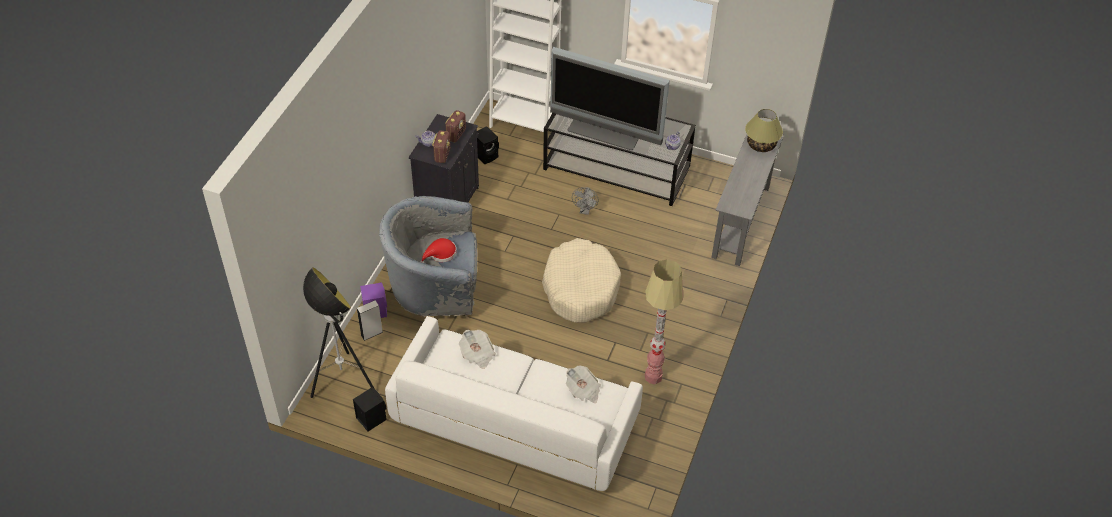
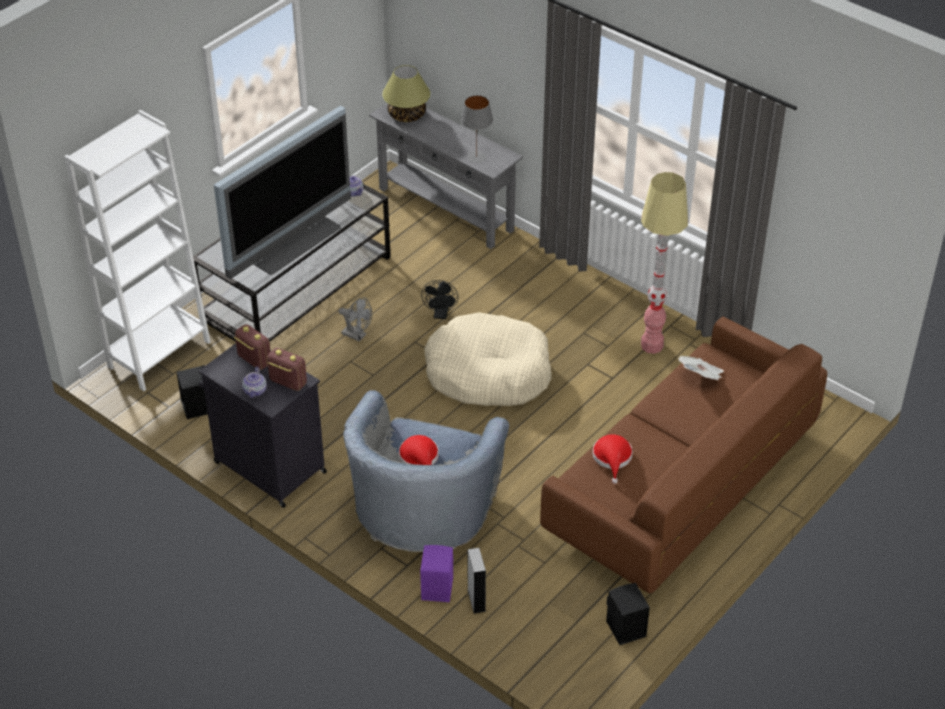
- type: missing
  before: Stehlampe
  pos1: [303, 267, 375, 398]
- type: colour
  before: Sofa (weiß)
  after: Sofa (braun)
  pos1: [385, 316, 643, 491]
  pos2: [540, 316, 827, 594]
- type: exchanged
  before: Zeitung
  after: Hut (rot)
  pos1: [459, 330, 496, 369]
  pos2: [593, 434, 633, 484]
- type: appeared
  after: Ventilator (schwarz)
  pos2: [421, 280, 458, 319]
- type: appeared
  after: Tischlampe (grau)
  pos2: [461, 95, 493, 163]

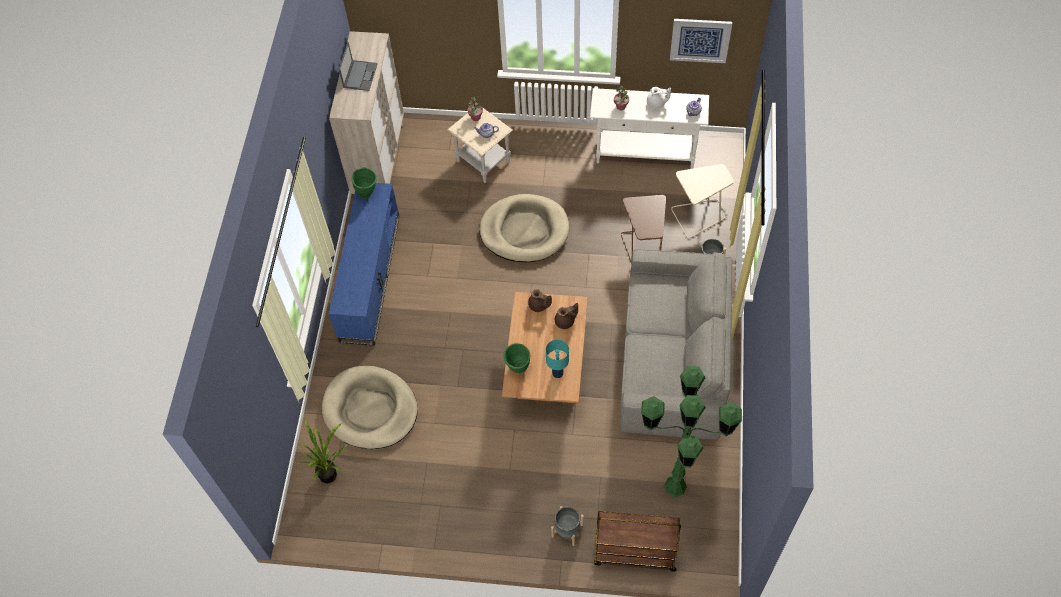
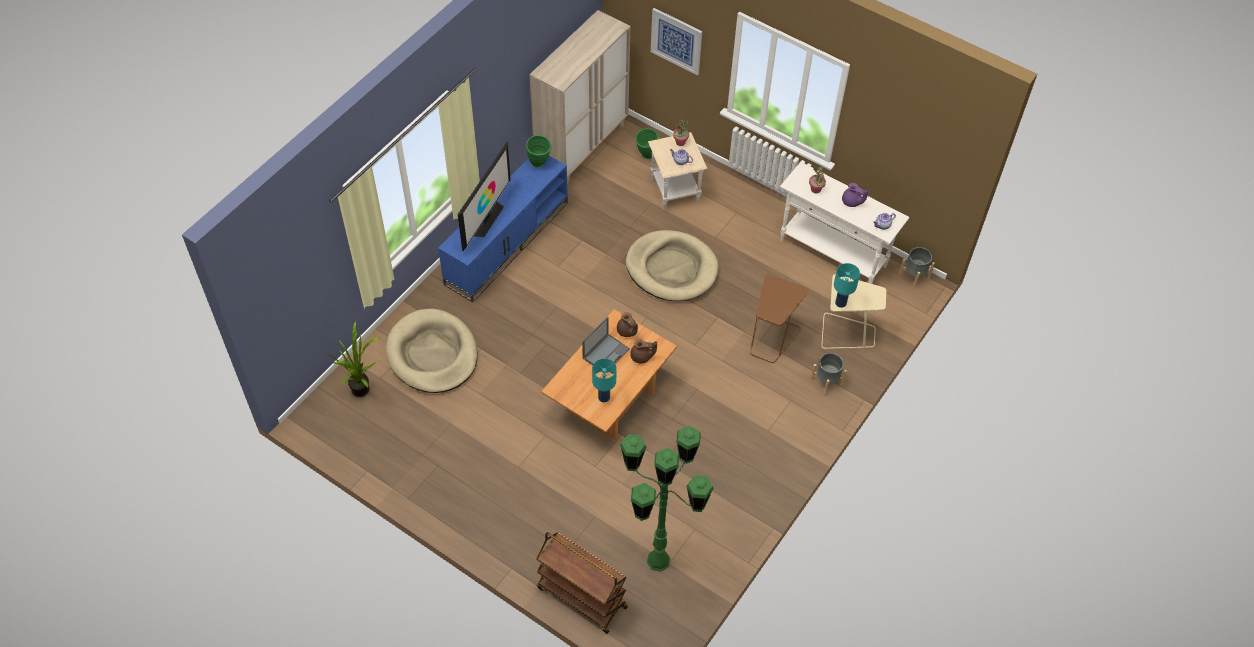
- type: relocated
  before: Laptop
  pos1: [339, 42, 378, 91]
  pos2: [582, 317, 630, 374]
- type: relocated
  before: Vase (grün)
  pos1: [504, 343, 530, 373]
  pos2: [635, 128, 658, 159]
- type: relocated
  before: Pflanzkübel (grau)
  pos1: [551, 506, 584, 546]
  pos2: [899, 247, 935, 288]
- type: missing
  before: Sofa (grau)
  pos1: [620, 249, 732, 440]
- type: colour
  before: Teekanne (weiß)
  after: Teekanne (lila)
  pos1: [647, 87, 671, 109]
  pos2: [842, 183, 869, 207]
- type: relocated
  before: Bild
  pos1: [670, 19, 732, 63]
  pos2: [651, 8, 702, 75]
- type: appeared
  after: Fernseher
  pos2: [458, 142, 511, 251]
- type: appeared
  after: Tischlampe (türkis)
  pos2: [834, 263, 860, 308]

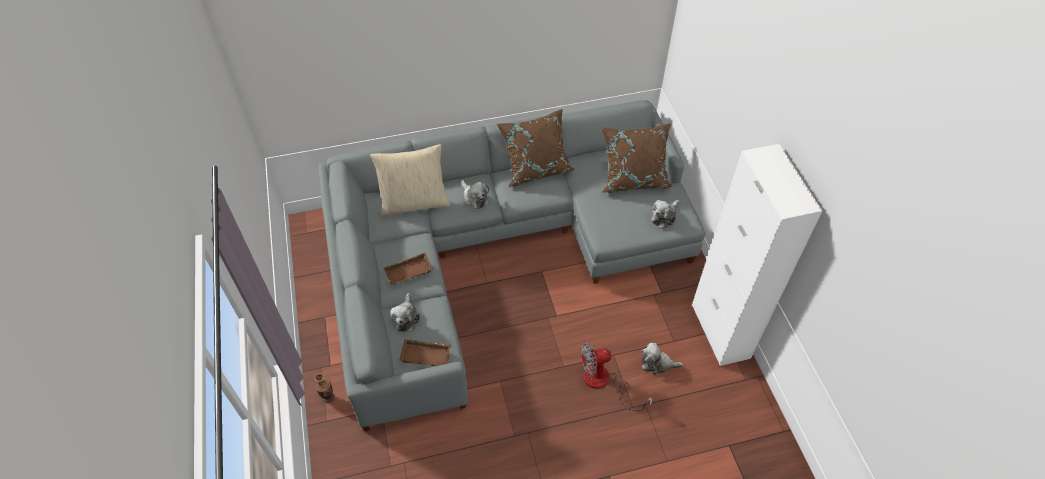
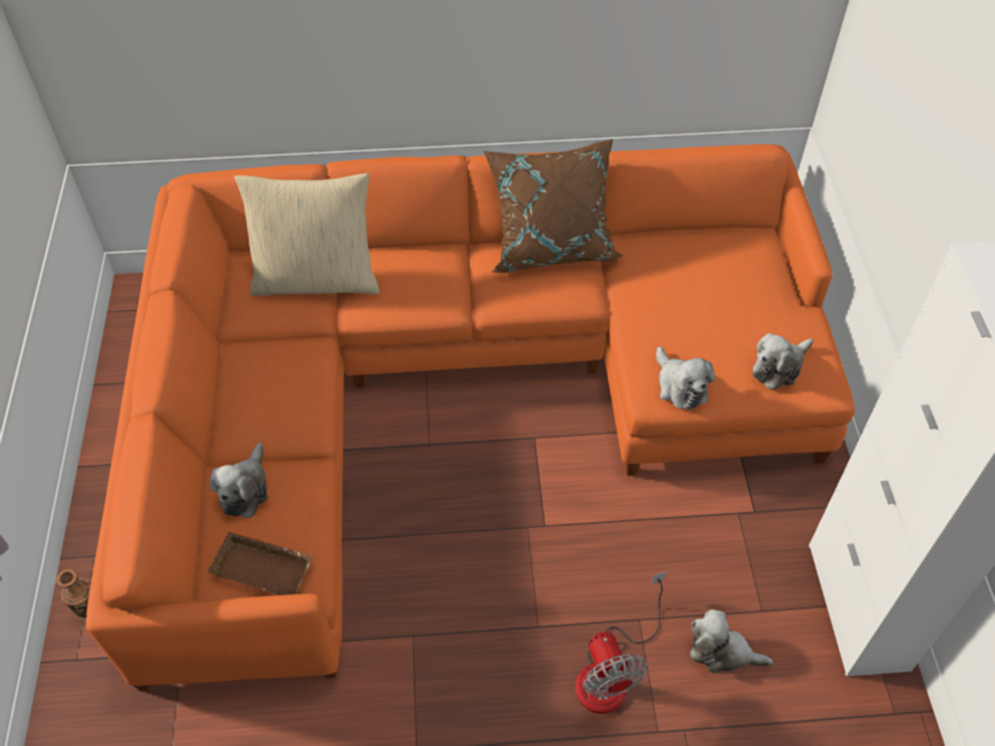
- type: colour
  before: Sofa (grau)
  after: Sofa (orange)
  pos1: [318, 100, 705, 431]
  pos2: [86, 144, 855, 692]
- type: missing
  before: Tablett (braun)
  pos1: [384, 252, 433, 285]
- type: relocated
  before: Plüschtier
  pos1: [462, 180, 489, 209]
  pos2: [656, 347, 715, 410]
- type: spun
  before: Ventilator
  pos1: [581, 343, 653, 411]
  pos2: [575, 571, 666, 714]
  turn: -105
- type: missing
  before: Kissen (braun)
  pos1: [602, 123, 673, 193]

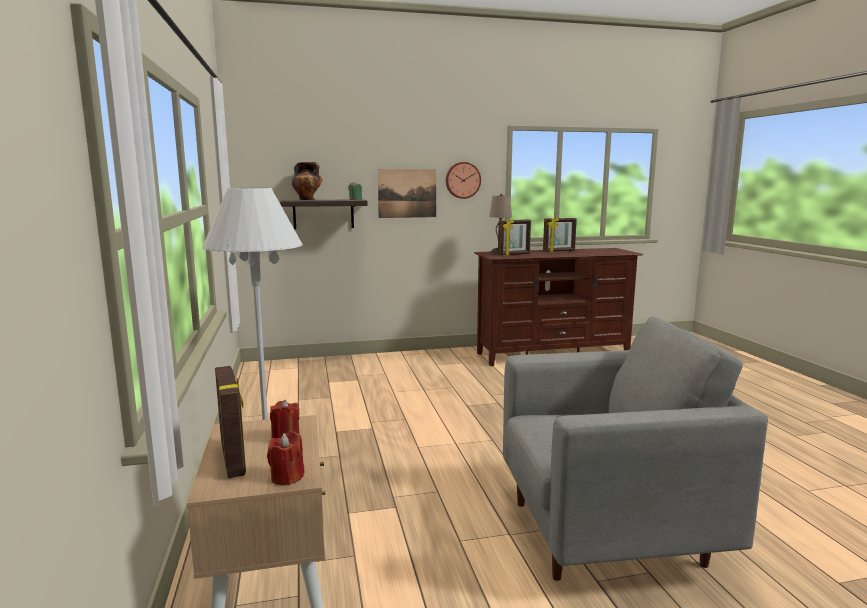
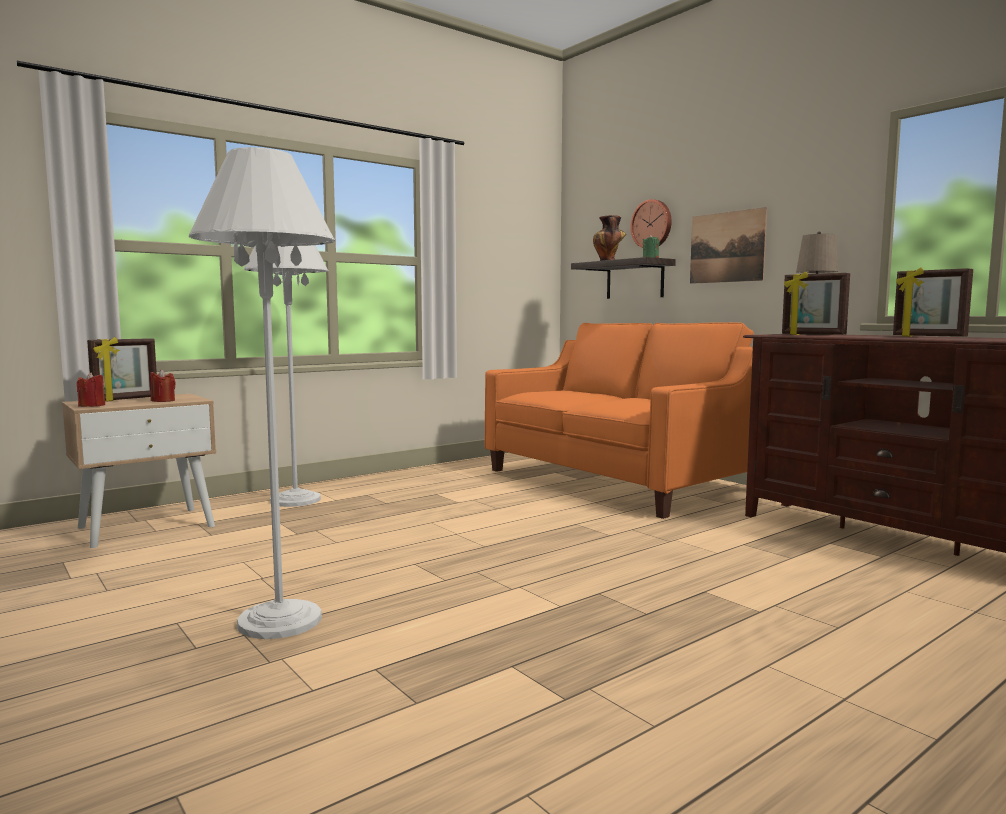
- type: relocated
  before: Wanduhr
  pos1: [446, 162, 481, 199]
  pos2: [630, 199, 672, 248]
- type: exchanged
  before: Sessel (grau)
  after: Stehlampe (weiß)
  pos1: [503, 317, 768, 581]
  pos2: [189, 147, 335, 639]
- type: appeared
  after: Sofa (orange)
  pos2: [485, 322, 754, 519]

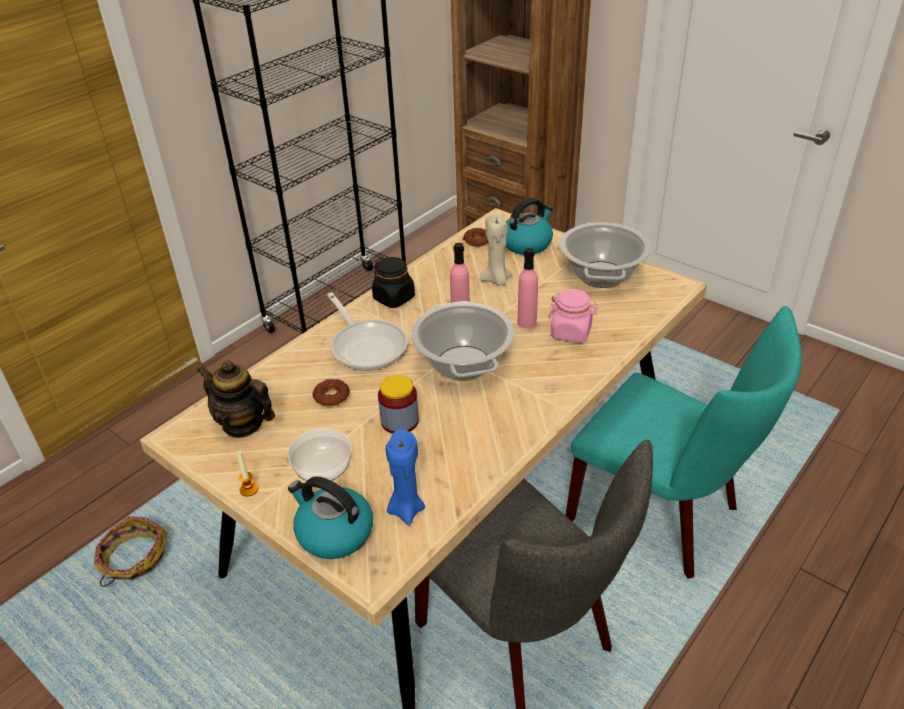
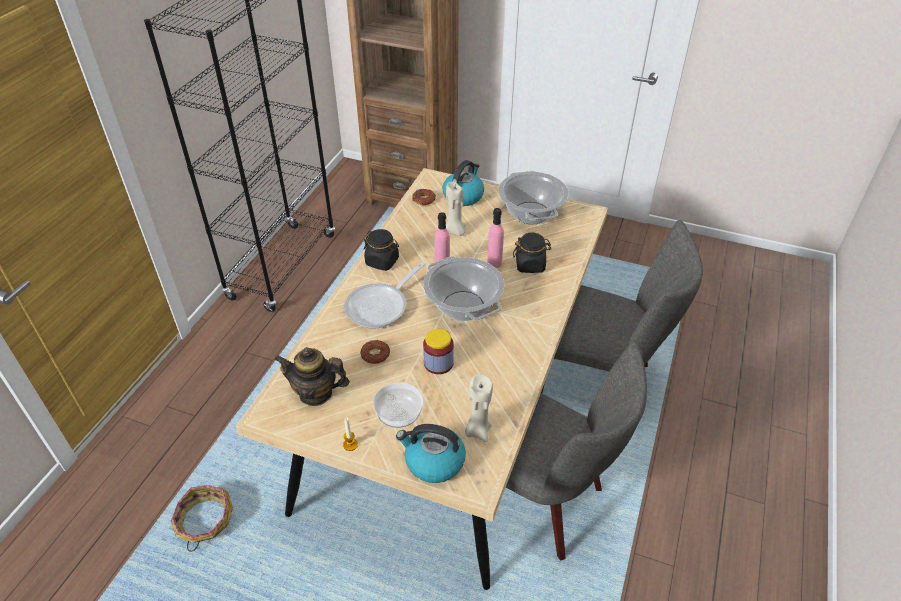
- type: spun
  before: Pfanne
  pos1: [327, 293, 408, 371]
  pos2: [344, 262, 426, 328]
  turn: 90
- type: colour
  before: Kerze (blau)
  after: Kerze (beige)
  pos1: [386, 429, 425, 526]
  pos2: [465, 374, 493, 442]
- type: colour
  before: Vorratsglas (rosa)
  after: Vorratsglas (schwarz)
  pos1: [548, 289, 598, 343]
  pos2: [513, 233, 551, 273]
- type: colour
  before: Stuhl (türkis)
  after: Stuhl (grau)
  pos1: [565, 306, 802, 579]
  pos2: [541, 220, 703, 393]

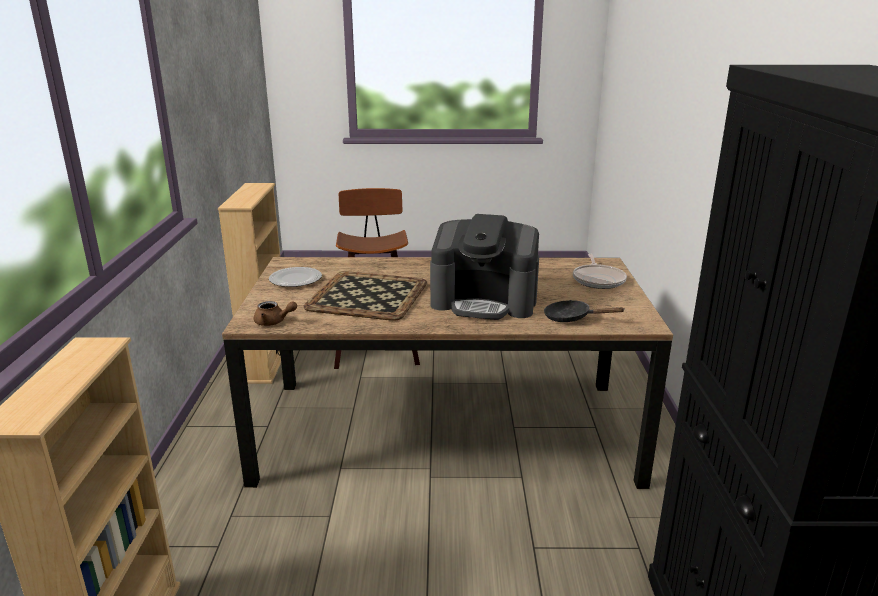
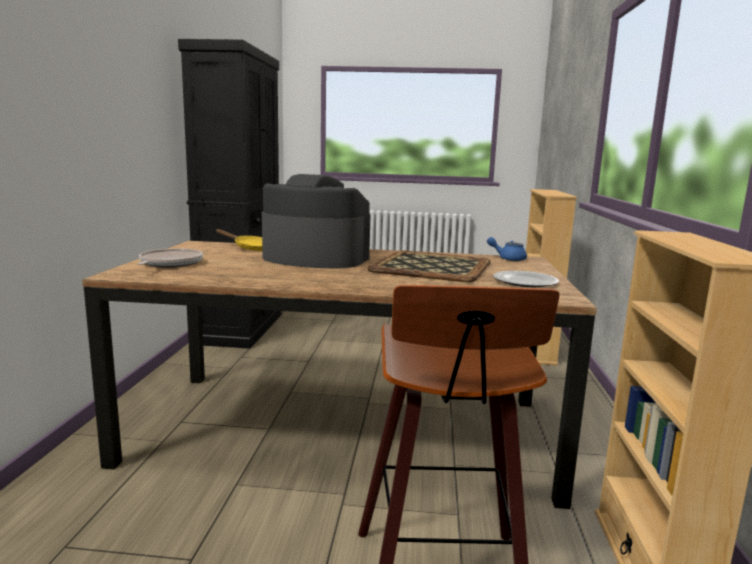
- type: colour
  before: Teekanne (braun)
  after: Teekanne (blau)
  pos1: [254, 301, 297, 326]
  pos2: [487, 237, 527, 261]
- type: colour
  before: Pfanne (schwarz)
  after: Pfanne (gelb)
  pos1: [544, 300, 625, 322]
  pos2: [216, 229, 262, 251]

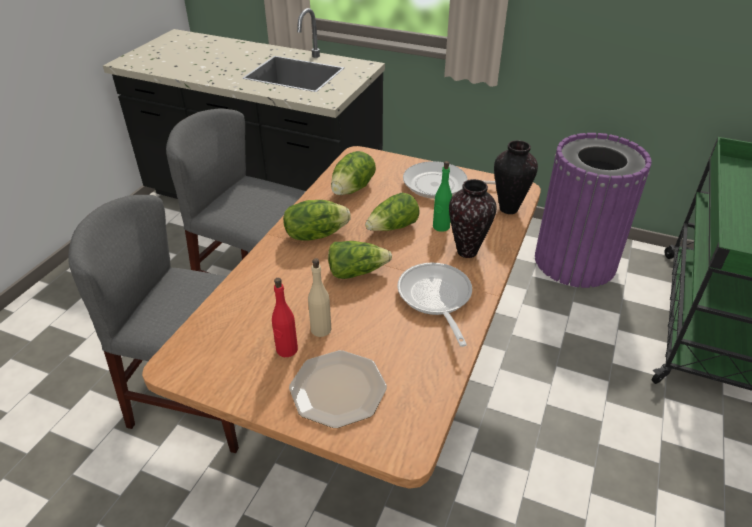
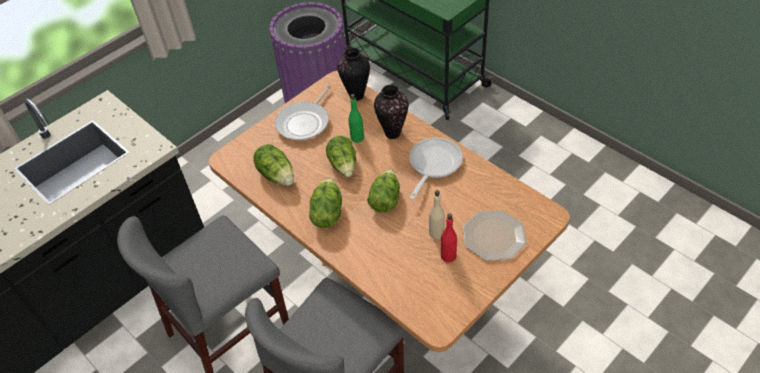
- type: spun
  before: Pfanne
  pos1: [397, 263, 472, 347]
  pos2: [409, 138, 463, 200]
  turn: 105

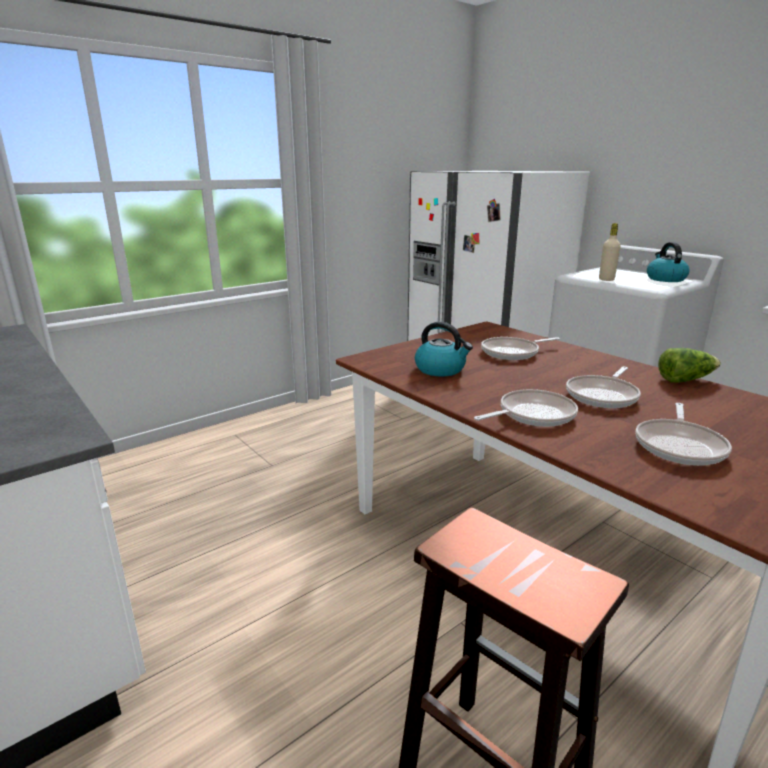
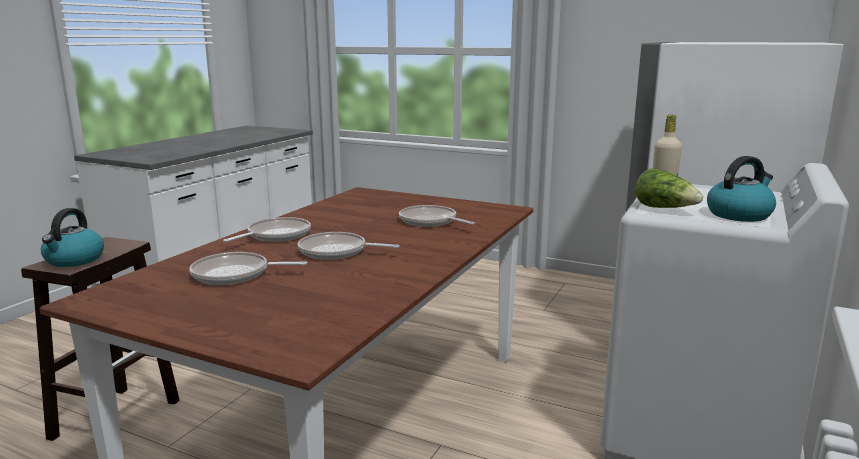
- type: relocated
  before: Wasserkessel
  pos1: [415, 322, 473, 377]
  pos2: [41, 208, 104, 267]
- type: spun
  before: Pfanne
  pos1: [474, 389, 578, 427]
  pos2: [223, 217, 311, 242]
  turn: -90
- type: relocated
  before: Salatkopf
  pos1: [658, 348, 721, 383]
  pos2: [635, 168, 703, 208]

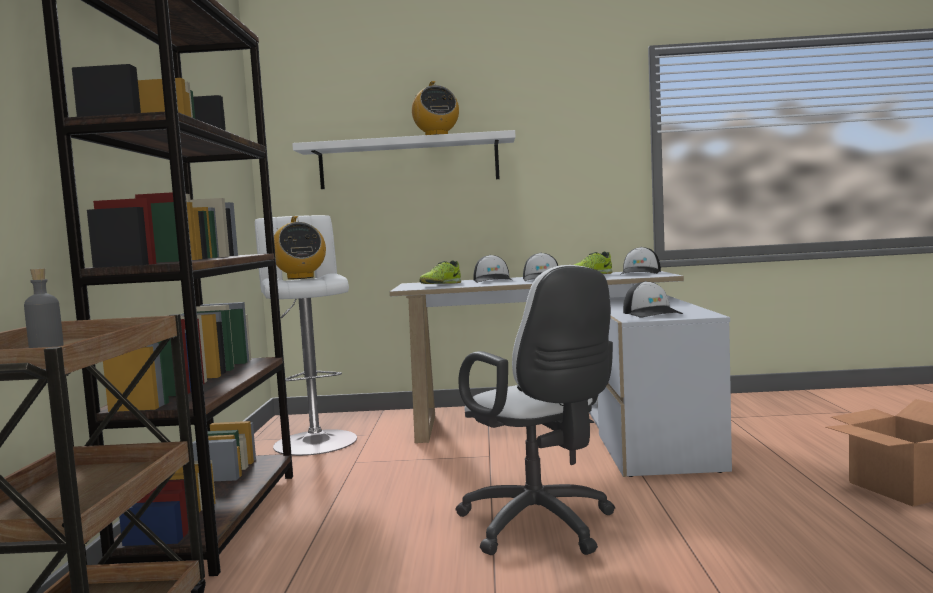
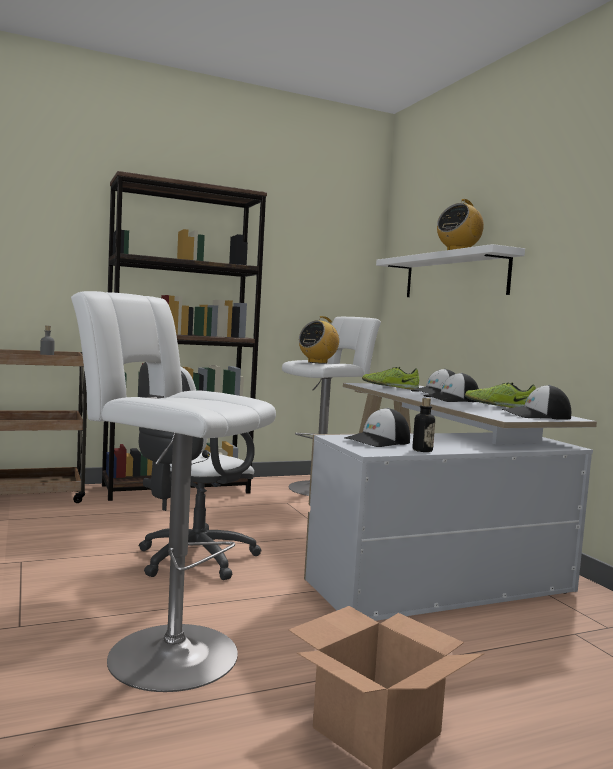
- type: appeared
  after: Hocker (weiß)
  pos2: [71, 291, 276, 692]
- type: appeared
  after: Flasche
  pos2: [412, 398, 435, 452]

